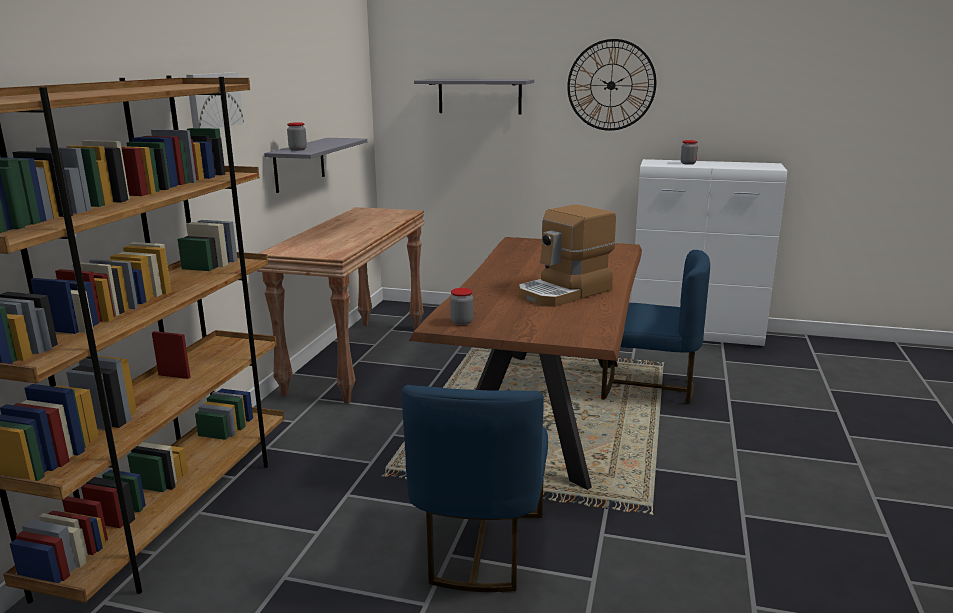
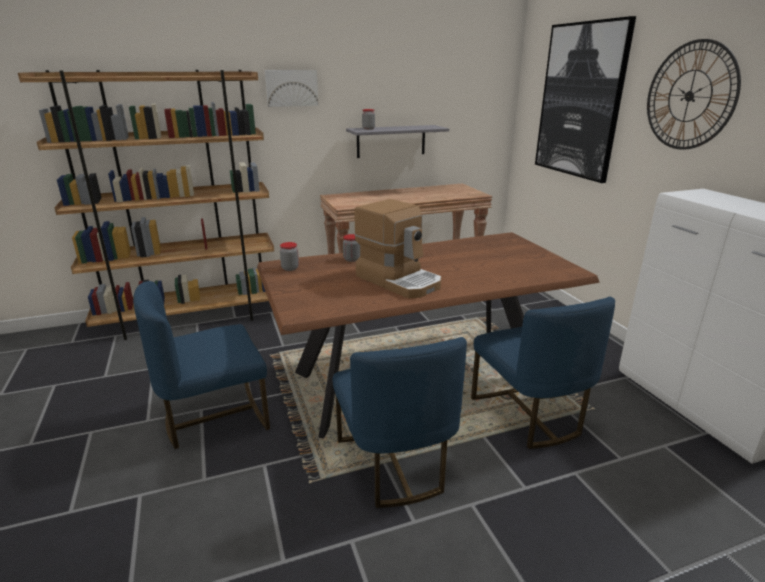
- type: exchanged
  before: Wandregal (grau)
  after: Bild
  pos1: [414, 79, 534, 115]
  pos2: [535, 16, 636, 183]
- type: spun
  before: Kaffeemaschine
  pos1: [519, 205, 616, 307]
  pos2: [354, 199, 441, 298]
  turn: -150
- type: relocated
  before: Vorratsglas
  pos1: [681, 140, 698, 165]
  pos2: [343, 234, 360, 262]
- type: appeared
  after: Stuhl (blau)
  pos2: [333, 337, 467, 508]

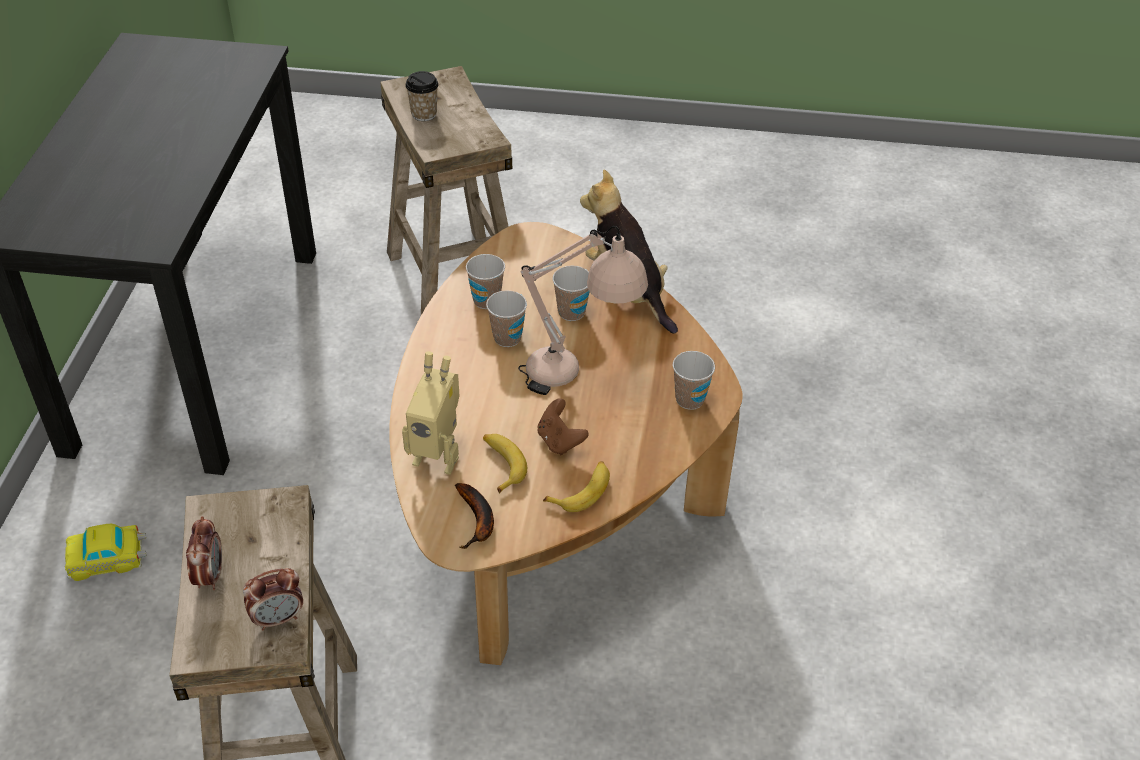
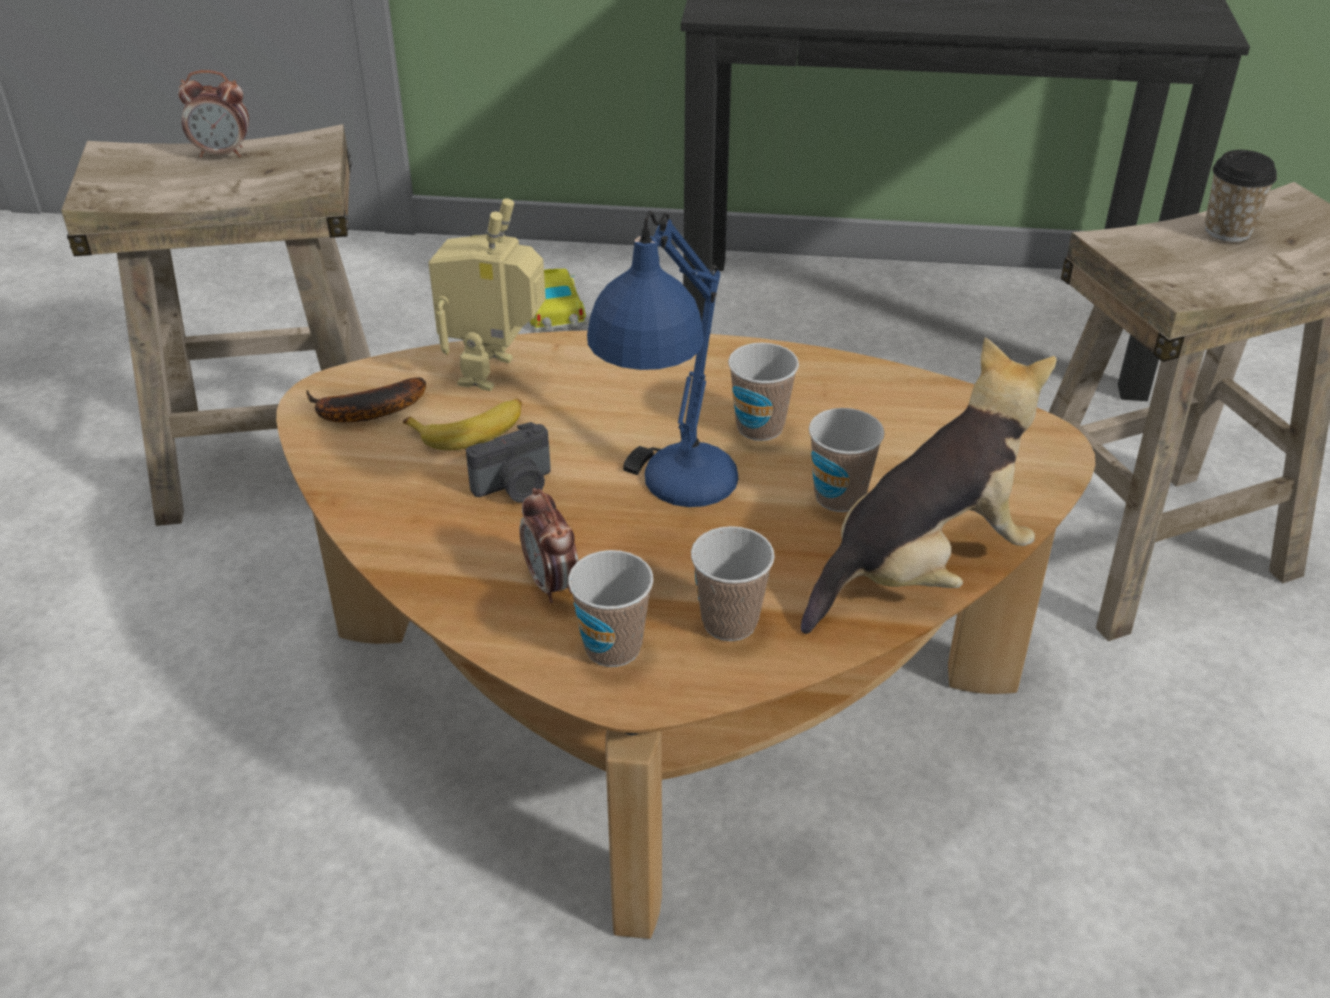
- type: relocated
  before: Wecker
  pos1: [243, 568, 303, 631]
  pos2: [519, 488, 579, 603]
- type: relocated
  before: Tasse
  pos1: [466, 254, 505, 309]
  pos2: [691, 526, 775, 641]
- type: colour
  before: Tischlampe (beige)
  after: Tischlampe (blau)
  pos1: [518, 226, 648, 395]
  pos2: [587, 211, 738, 507]
- type: exchanged
  before: Gamepad (braun)
  after: Kamera
  pos1: [537, 399, 589, 455]
  pos2: [466, 422, 551, 503]
- type: missing
  before: Banane
  pos1: [543, 461, 610, 512]

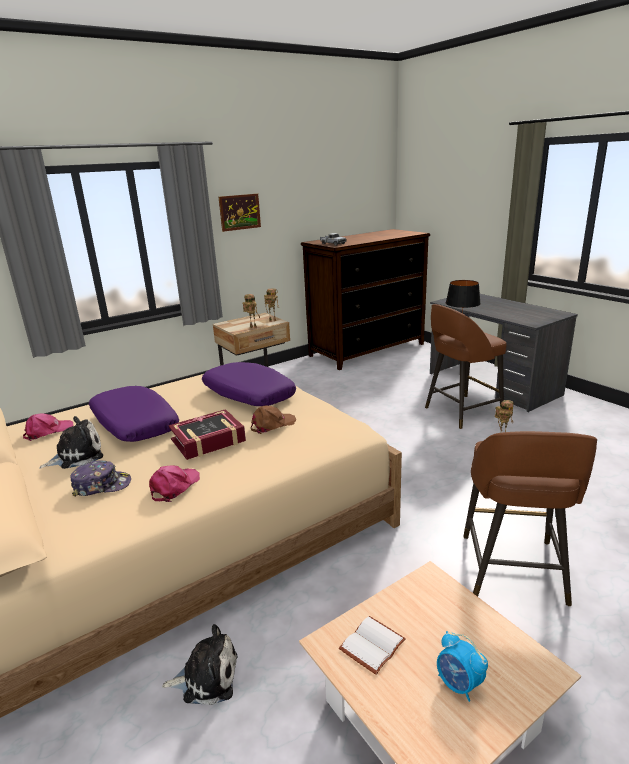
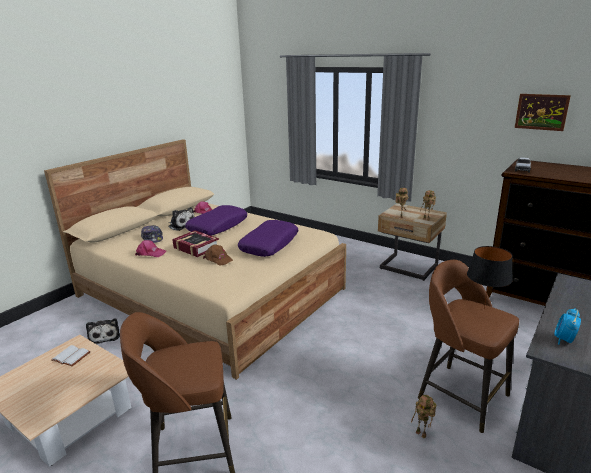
- type: relocated
  before: Bild
  pos1: [219, 194, 261, 232]
  pos2: [515, 94, 571, 131]
- type: relocated
  before: Wecker
  pos1: [437, 631, 488, 702]
  pos2: [554, 308, 581, 345]

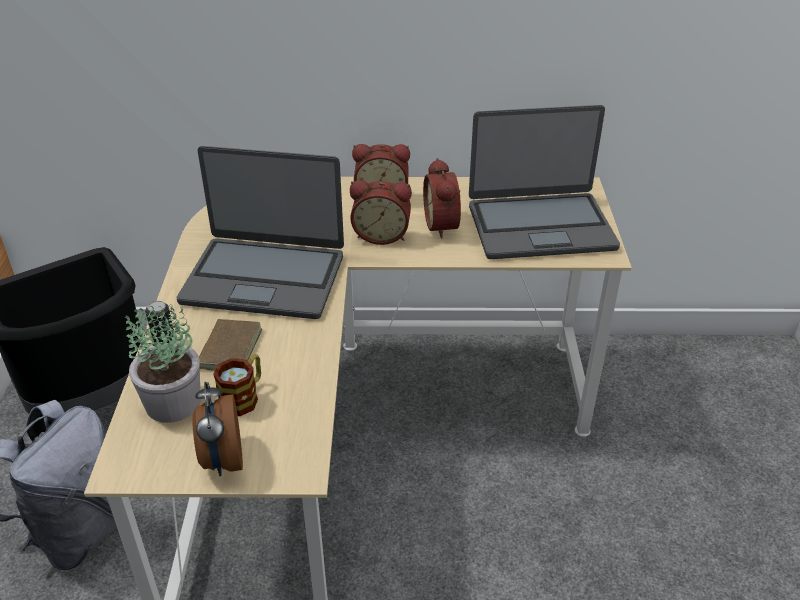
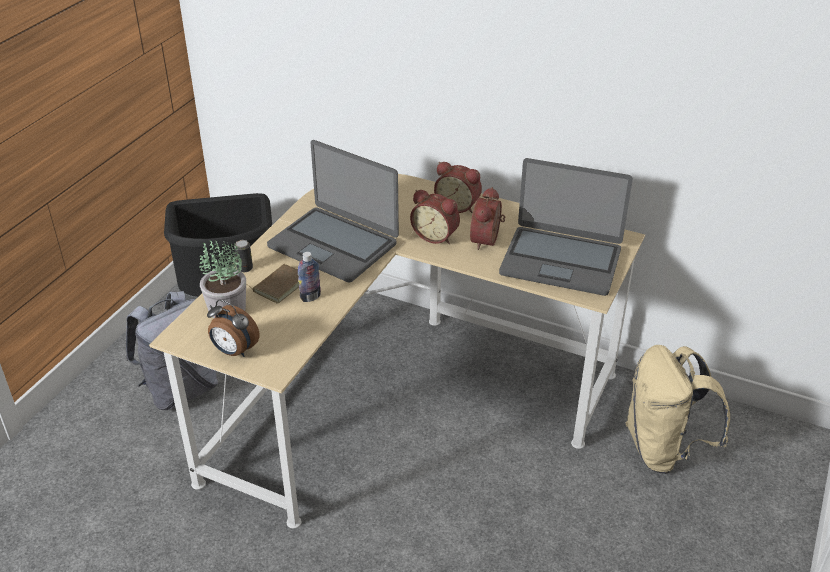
- type: spun
  before: Wecker
  pos1: [192, 382, 243, 476]
  pos2: [207, 300, 259, 357]
  turn: -75
- type: missing
  before: Henkelbecher
  pos1: [213, 354, 261, 416]
- type: appeared
  after: Flasche
  pos2: [298, 252, 321, 302]
- type: appeared
  after: Rucksack (beige)
  pos2: [626, 345, 730, 474]

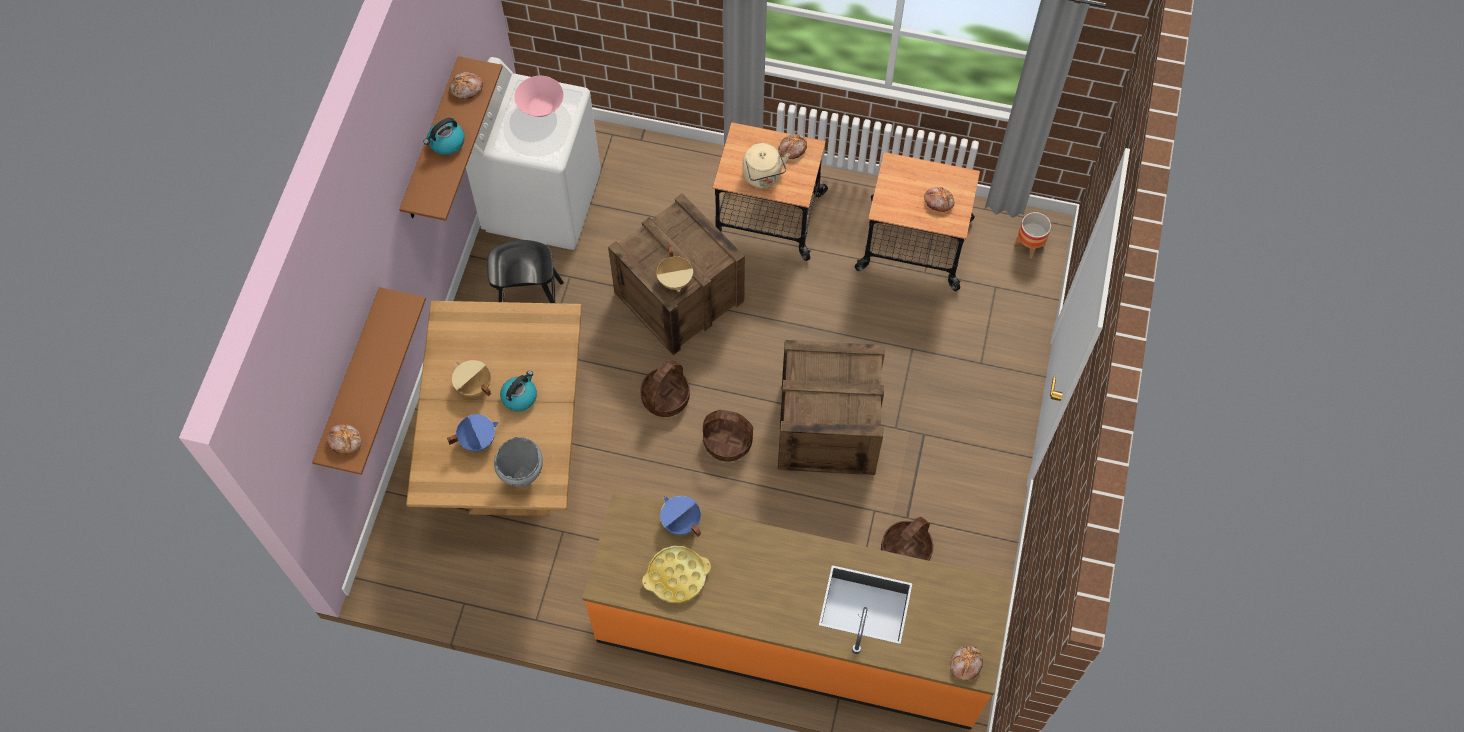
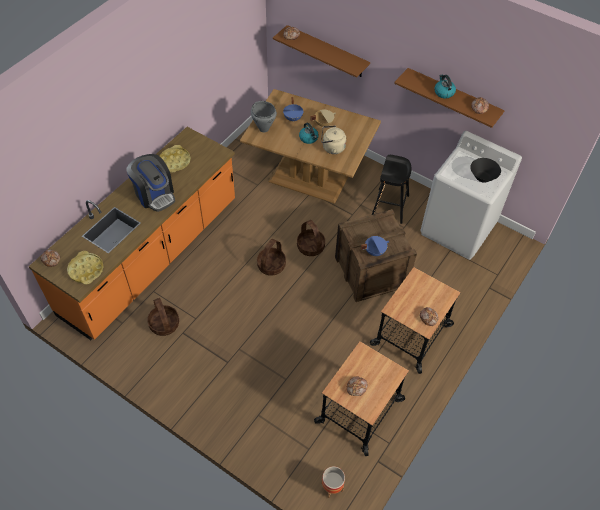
- type: colour
  before: Schüssel (rosa)
  after: Schüssel (schwarz)
  pos1: [514, 76, 564, 117]
  pos2: [470, 158, 501, 183]
- type: missing
  before: Kochtopf (beige)
  pos1: [657, 245, 693, 292]
- type: relocated
  before: Kochtopf (blau)
  pos1: [660, 496, 701, 537]
  pos2: [361, 236, 389, 256]
- type: relocated
  before: Wasserkessel (beige)
  pos1: [743, 143, 790, 188]
  pos2: [321, 125, 346, 154]
- type: missing
  before: Kiste
  pos1: [778, 340, 885, 475]
- type: appeared
  after: Tablett (gelb)
  pos2: [67, 251, 103, 285]
- type: appeared
  after: Kaffeemaschine
  pos2: [126, 154, 175, 212]

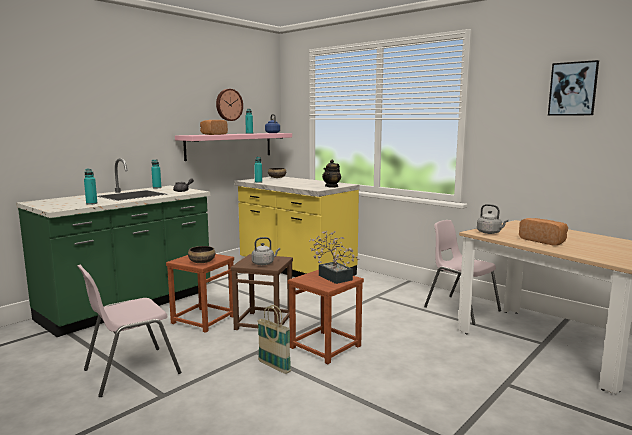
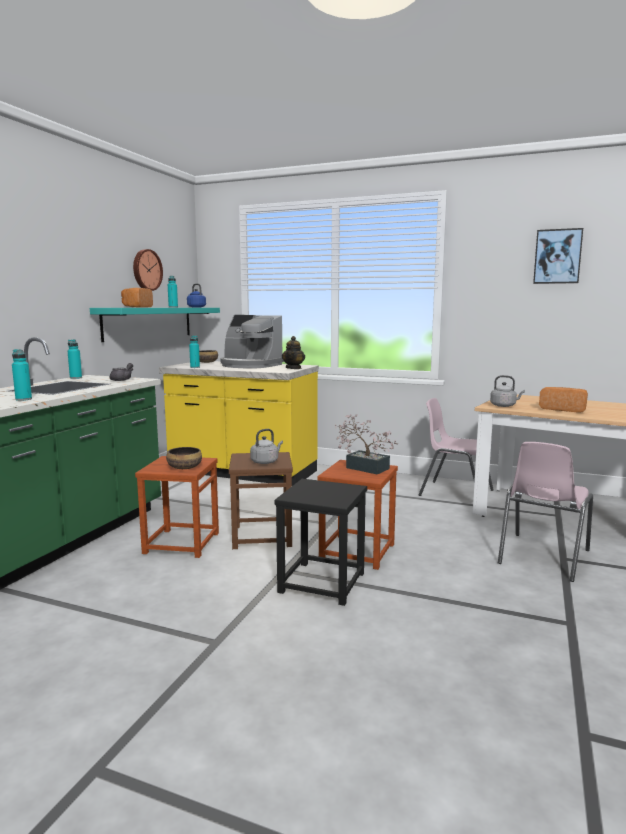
- type: relocated
  before: Stuhl (rosa)
  pos1: [77, 265, 181, 397]
  pos2: [498, 442, 593, 582]
- type: colour
  before: Wandregal (rosa)
  after: Wandregal (türkis)
  pos1: [175, 133, 292, 161]
  pos2: [90, 308, 220, 342]
- type: exchanged
  before: Korb
  after: Hocker (schwarz)
  pos1: [257, 305, 291, 374]
  pos2: [274, 479, 367, 606]
- type: appeared
  after: Kaffeemaschine
  pos2: [220, 315, 284, 369]

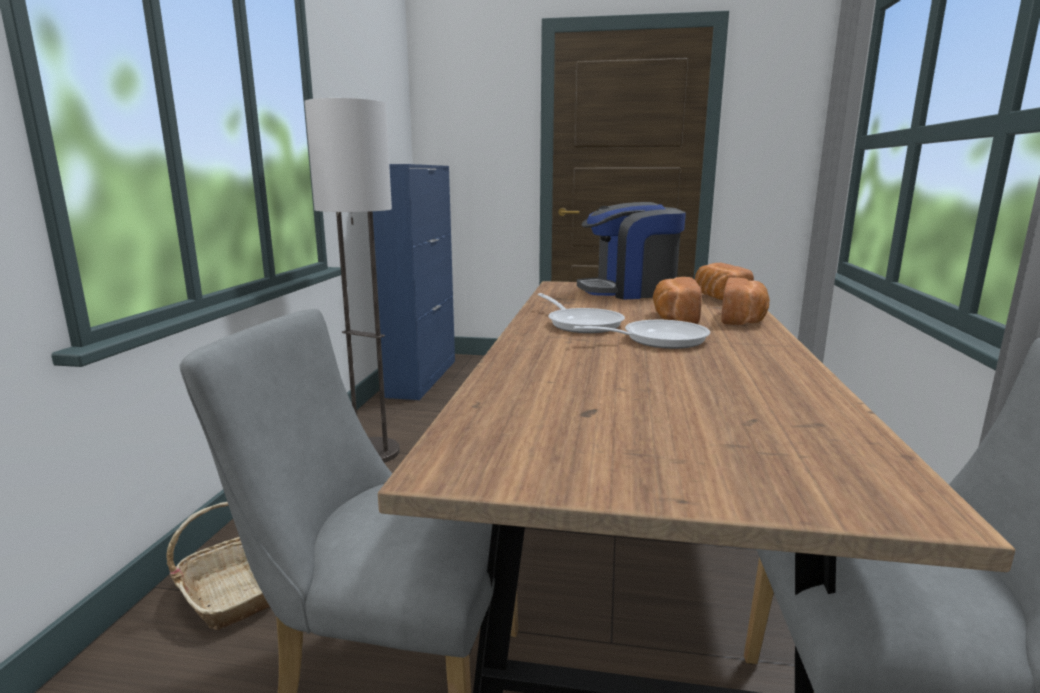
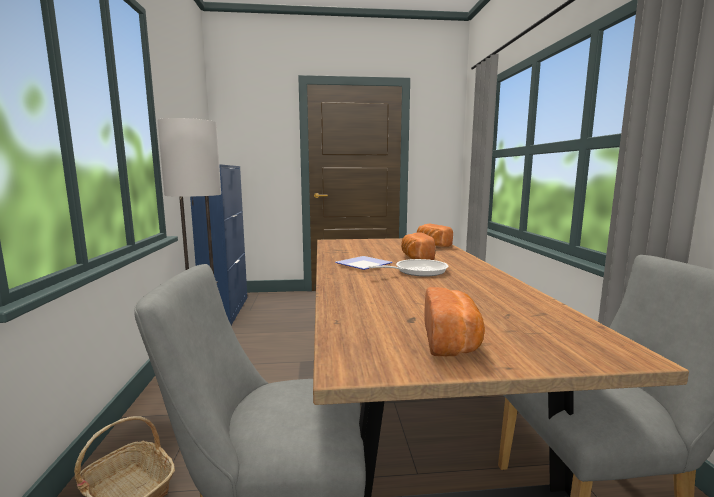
- type: exchanged
  before: Pfanne
  after: Teller
  pos1: [537, 293, 625, 333]
  pos2: [335, 256, 392, 270]
- type: missing
  before: Kaffeemaschine
  pos1: [577, 202, 686, 300]
- type: relocated
  before: Brot
  pos1: [721, 277, 770, 325]
  pos2: [424, 287, 485, 356]

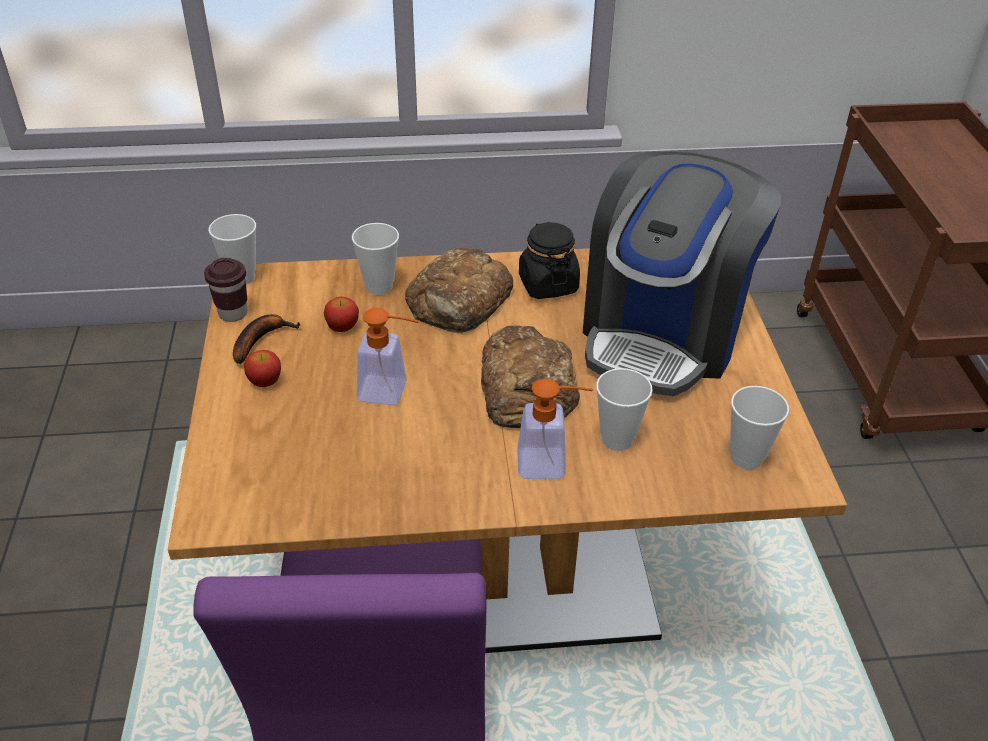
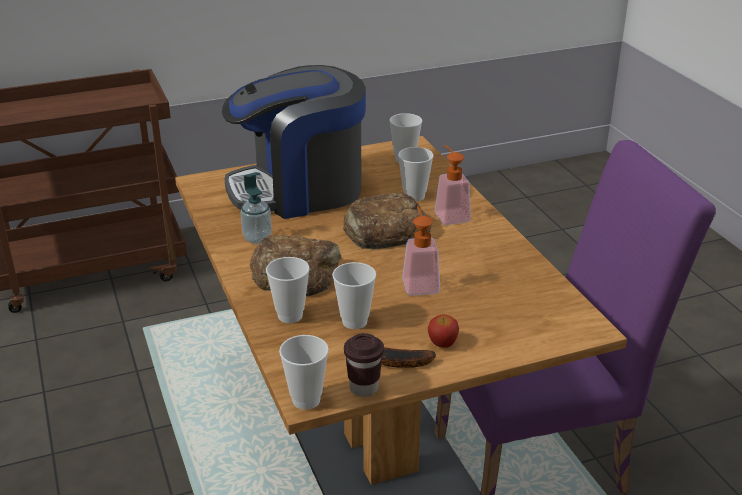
- type: exchanged
  before: Apfel
  after: Tasse
  pos1: [324, 297, 359, 332]
  pos2: [332, 262, 376, 329]
- type: exchanged
  before: Vorratsglas (schwarz)
  after: Seifenspender
  pos1: [519, 222, 580, 299]
  pos2: [240, 172, 272, 244]
- type: spun
  before: Kaffeemaschine
  pos1: [583, 151, 781, 396]
  pos2: [222, 65, 366, 219]
  turn: 150

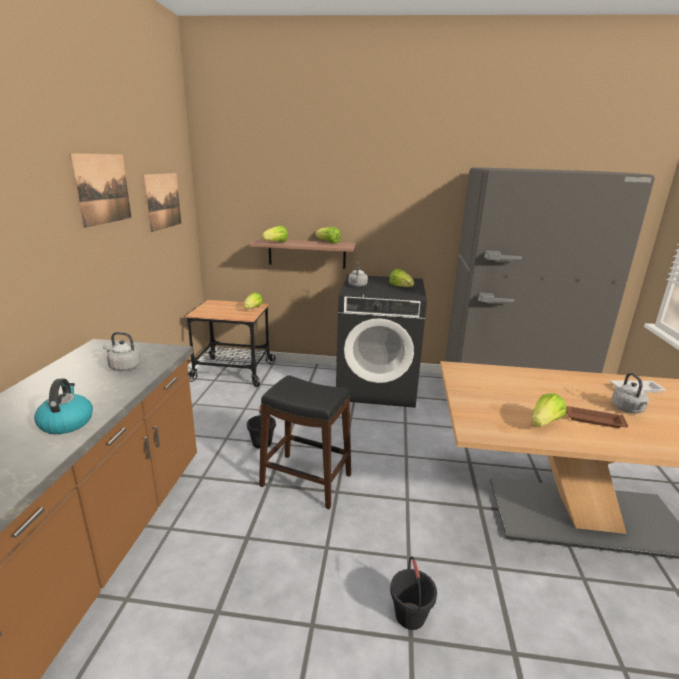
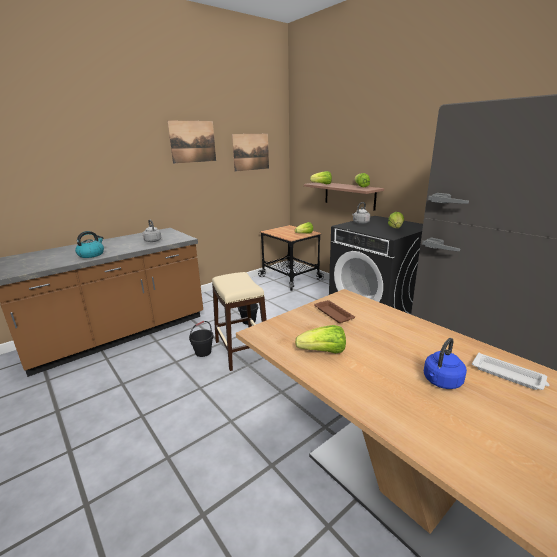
- type: colour
  before: Hocker (schwarz)
  after: Hocker (beige)
  pos1: [259, 375, 351, 509]
  pos2: [212, 272, 267, 371]
- type: relocated
  before: Eimer (schwarz)
  pos1: [390, 557, 437, 630]
  pos2: [189, 321, 214, 357]
- type: relocated
  before: Tablett (braun)
  pos1: [566, 406, 628, 428]
  pos2: [314, 300, 355, 323]
- type: colour
  before: Wasserkessel (grau)
  after: Wasserkessel (blau)
  pos1: [611, 373, 649, 413]
  pos2: [424, 338, 467, 389]

